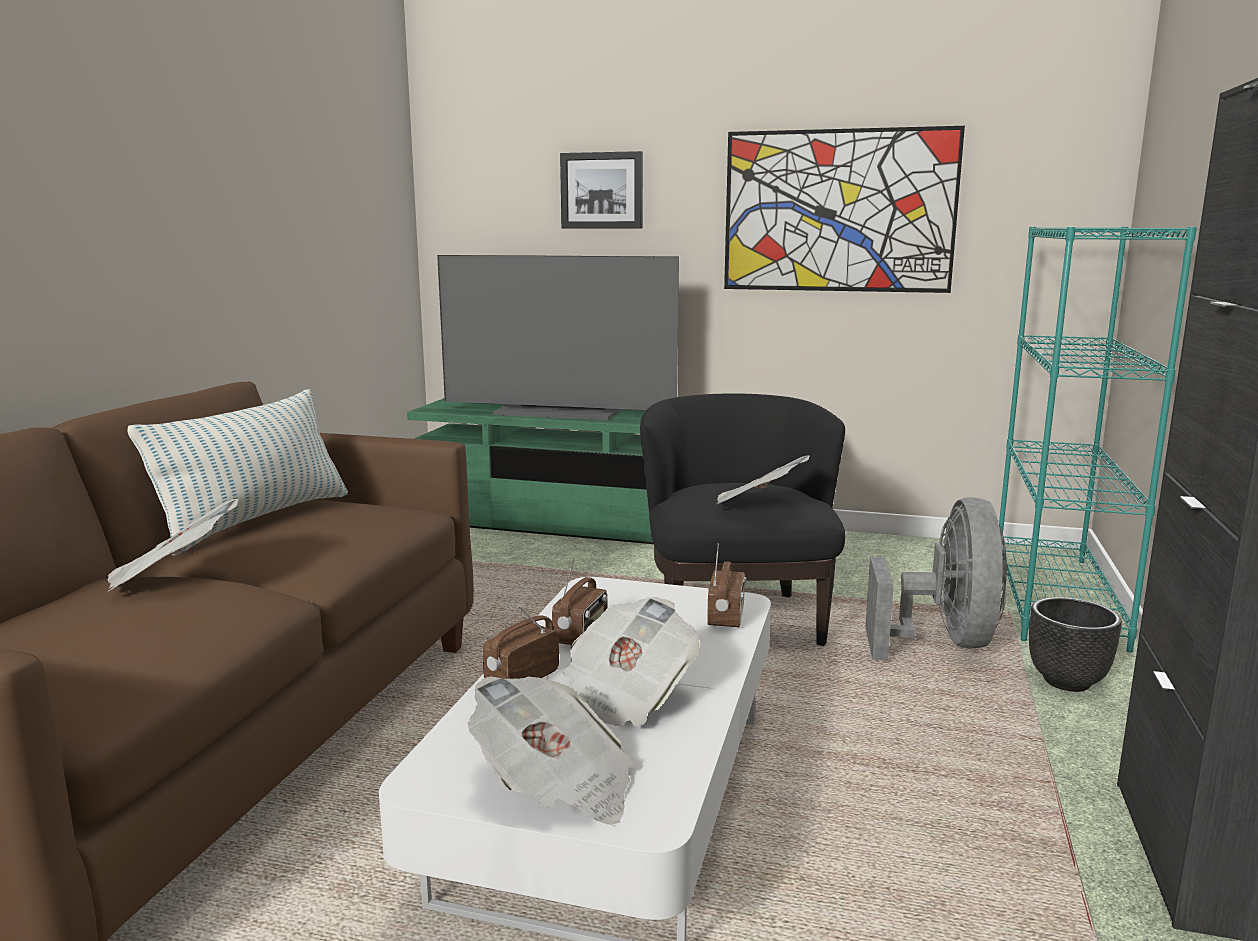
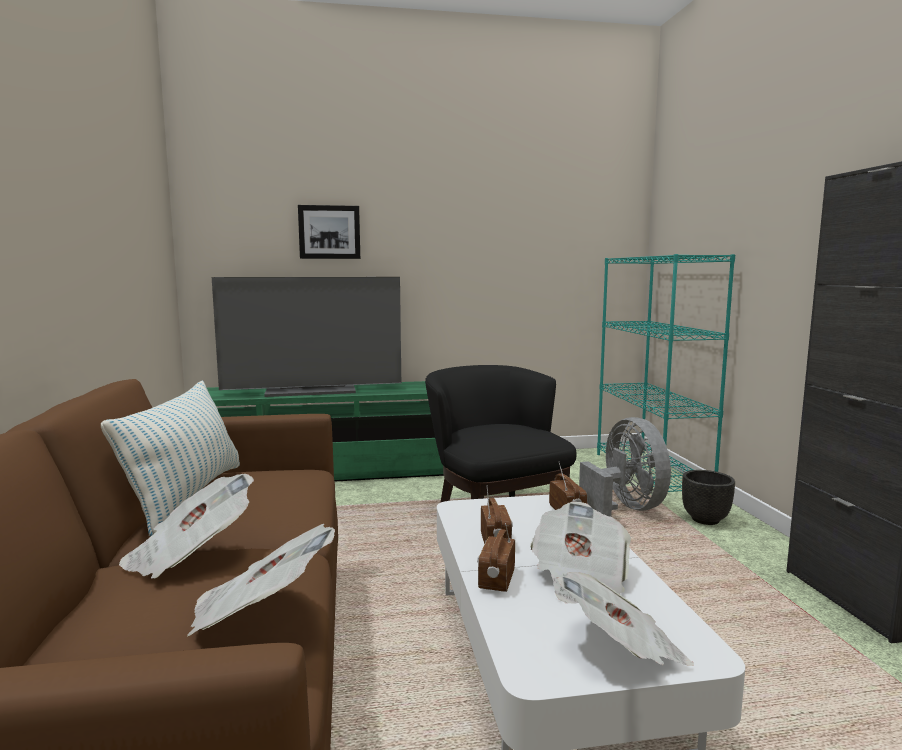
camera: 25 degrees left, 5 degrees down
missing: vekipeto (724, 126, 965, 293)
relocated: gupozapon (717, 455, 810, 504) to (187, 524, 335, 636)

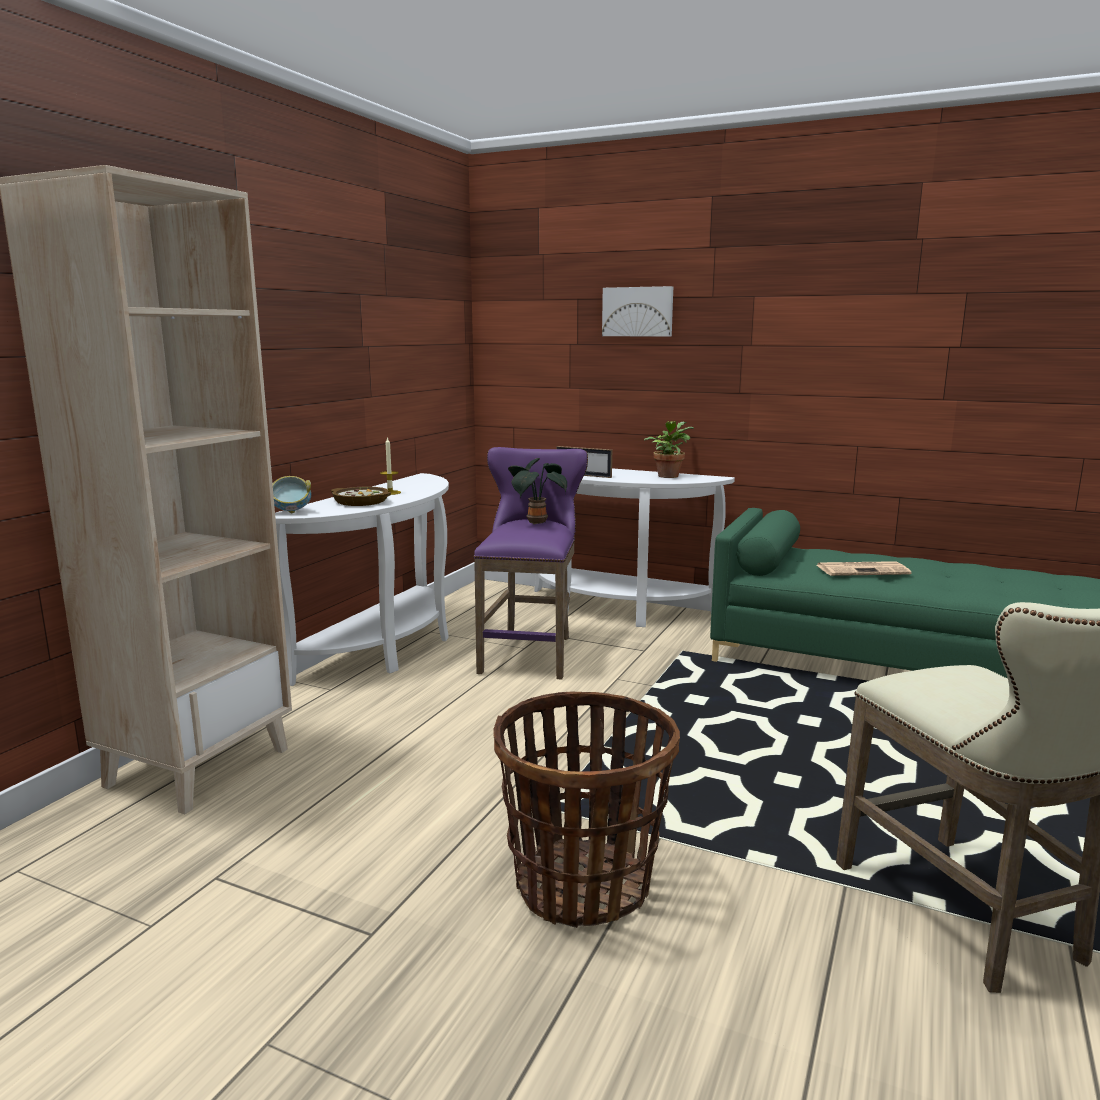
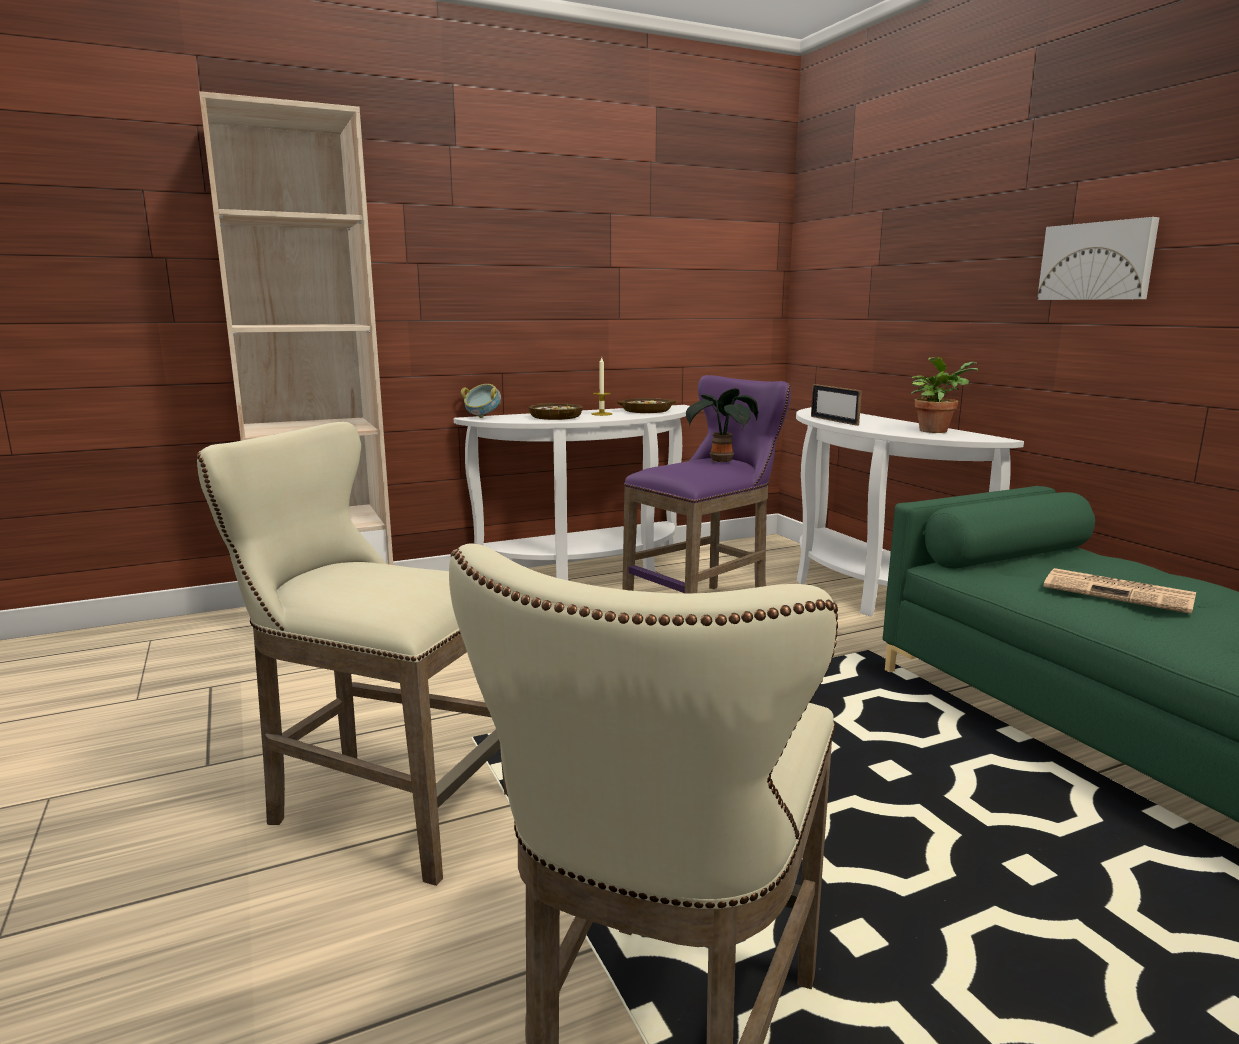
camera: 40 degrees right, 0 degrees up
appeared: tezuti (617, 398, 676, 413)
relocated: vekipeto (602, 286, 673, 337) to (1037, 217, 1160, 300)
exchanged: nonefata (493, 691, 680, 928) to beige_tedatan (197, 422, 507, 886)

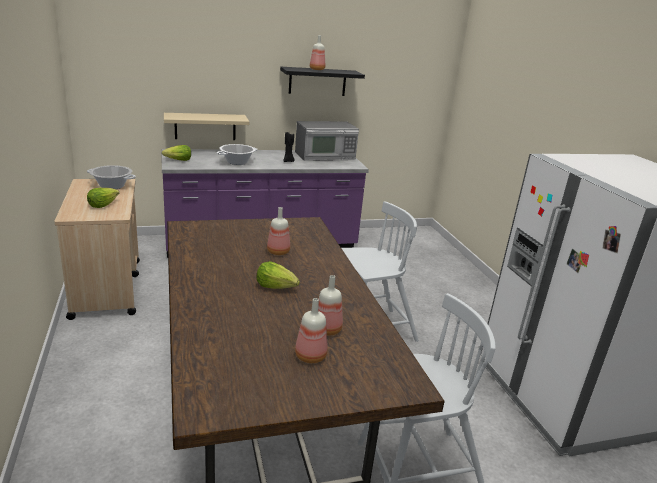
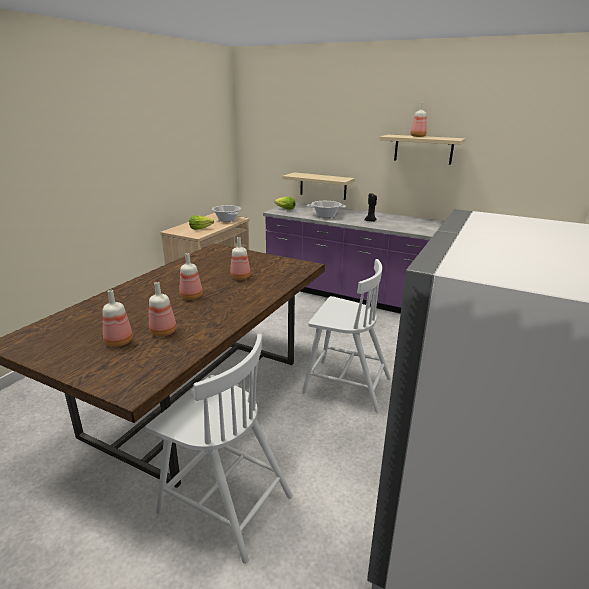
camera: 45 degrees right, 0 degrees up
missing: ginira (295, 121, 359, 161)
exchanged: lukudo (257, 261, 300, 289) to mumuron (179, 253, 203, 300)
colour: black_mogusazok (280, 67, 365, 96) to beige_mogusazok (379, 135, 465, 165)

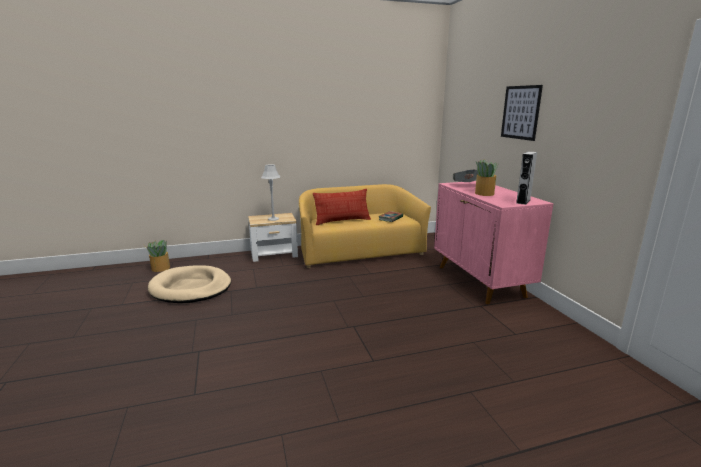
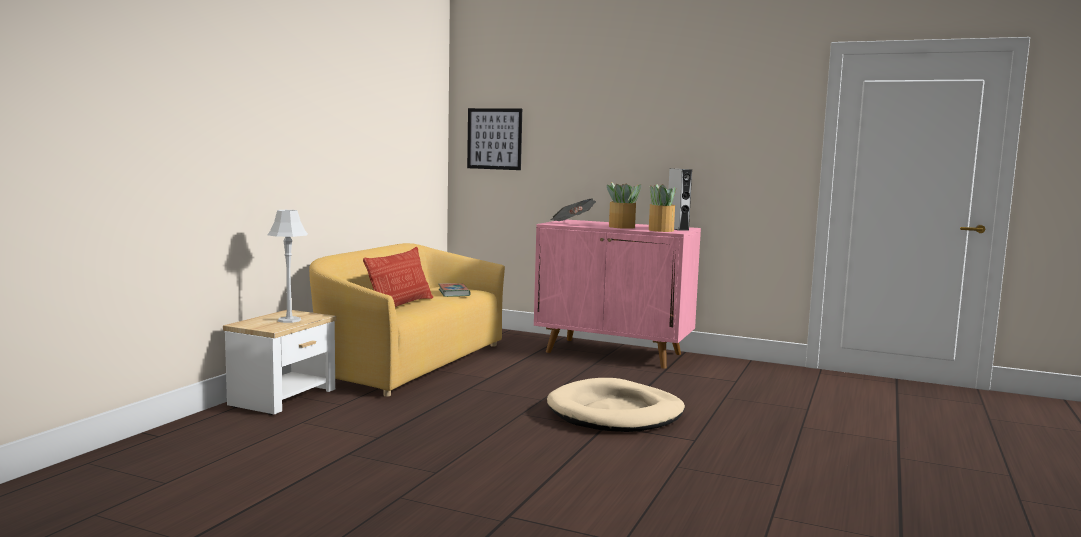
camera: 50 degrees left, 10 degrees down
relocated: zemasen (147, 240, 170, 272) to (649, 184, 676, 232); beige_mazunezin (148, 265, 231, 303) to (547, 378, 685, 432); vekipeto (501, 85, 543, 141) to (467, 108, 522, 170)

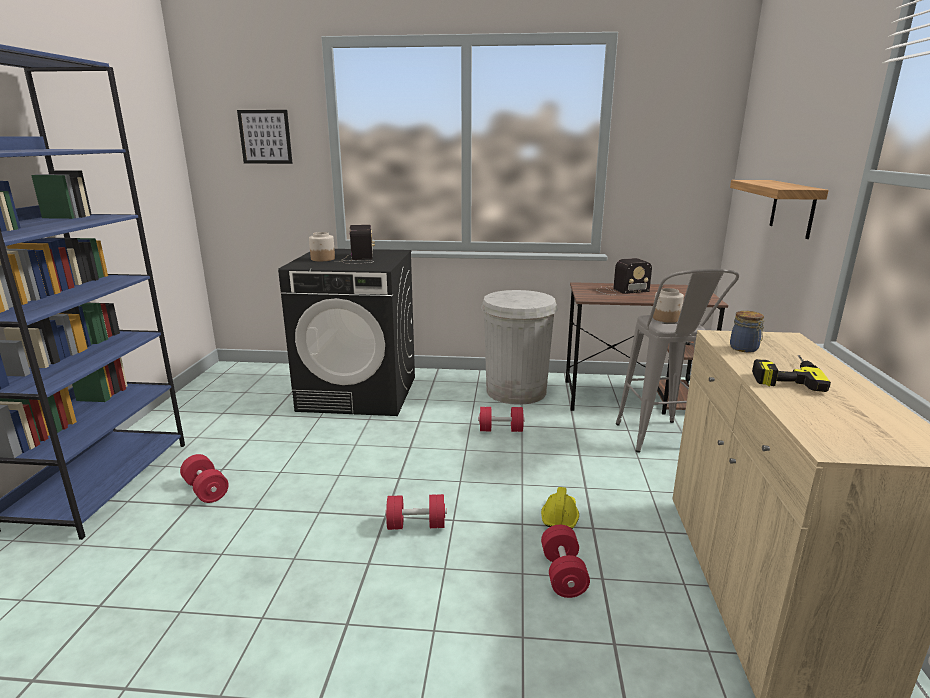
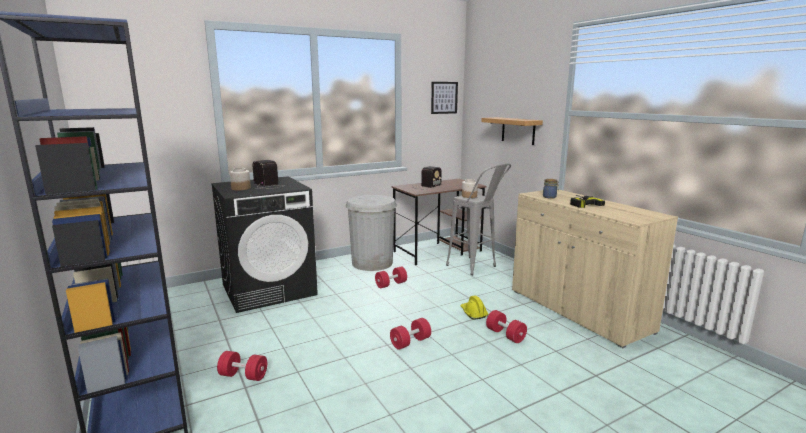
camera: 35 degrees left, 5 degrees down
relocated: vekipeto (237, 110, 293, 164) to (431, 82, 458, 114)

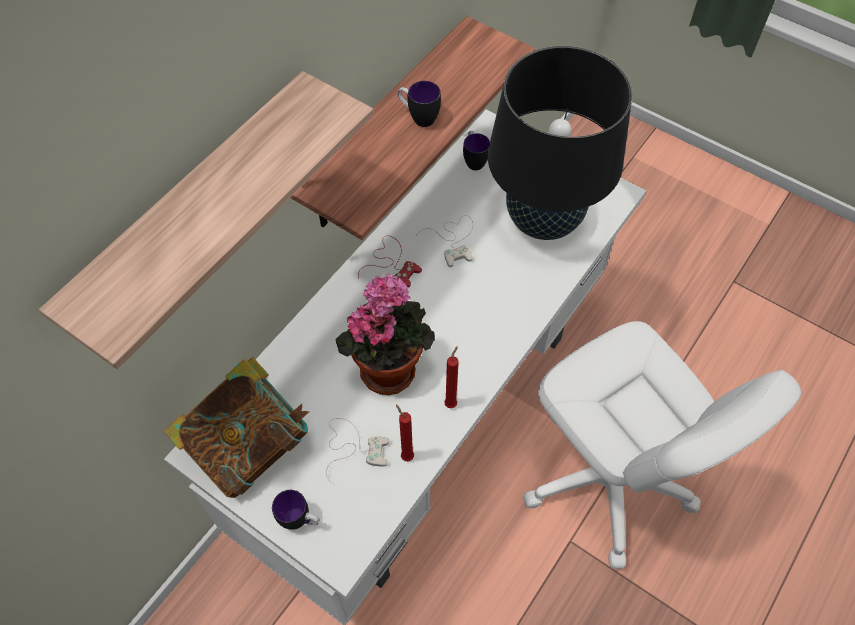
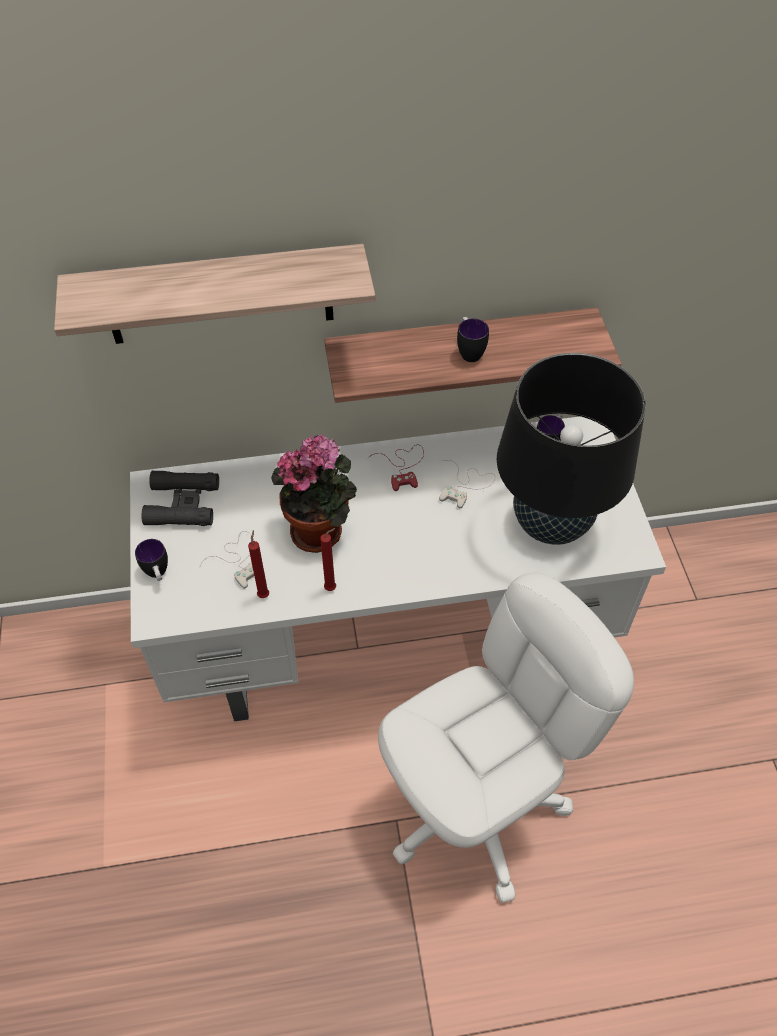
camera: 45 degrees right, 5 degrees down
exchanged: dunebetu (163, 357, 310, 498) to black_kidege (141, 470, 219, 526)
spun: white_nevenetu (523, 321, 801, 569) = (378, 572, 634, 903) 135 degrees counterclockwise

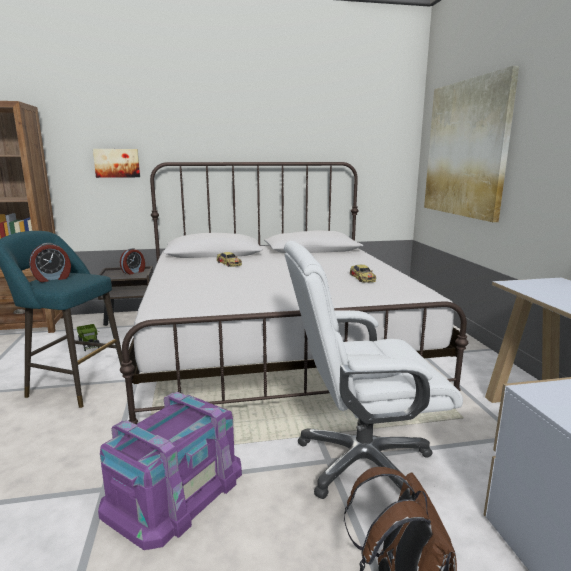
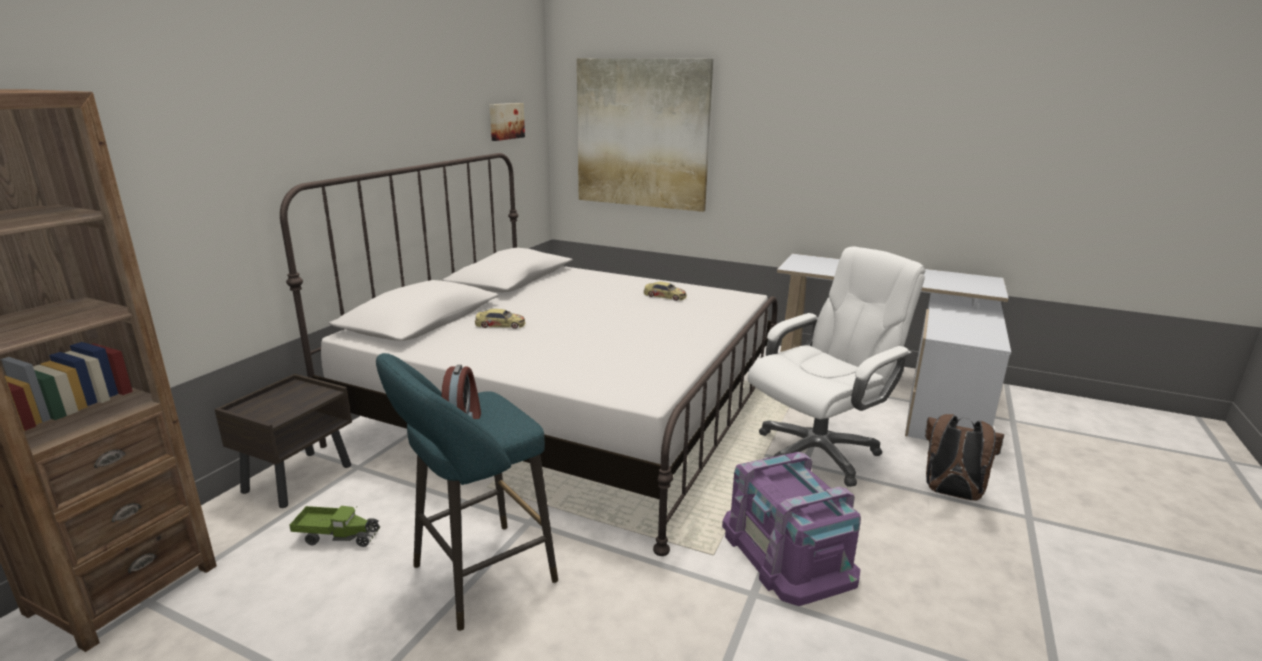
camera: 55 degrees left, 5 degrees up
missing: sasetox (120, 248, 145, 274)
relocated: vekipeto (93, 149, 140, 178) to (489, 103, 525, 141)
spun: white_nevenetu (284, 241, 463, 499) = (748, 246, 925, 487) 150 degrees counterclockwise

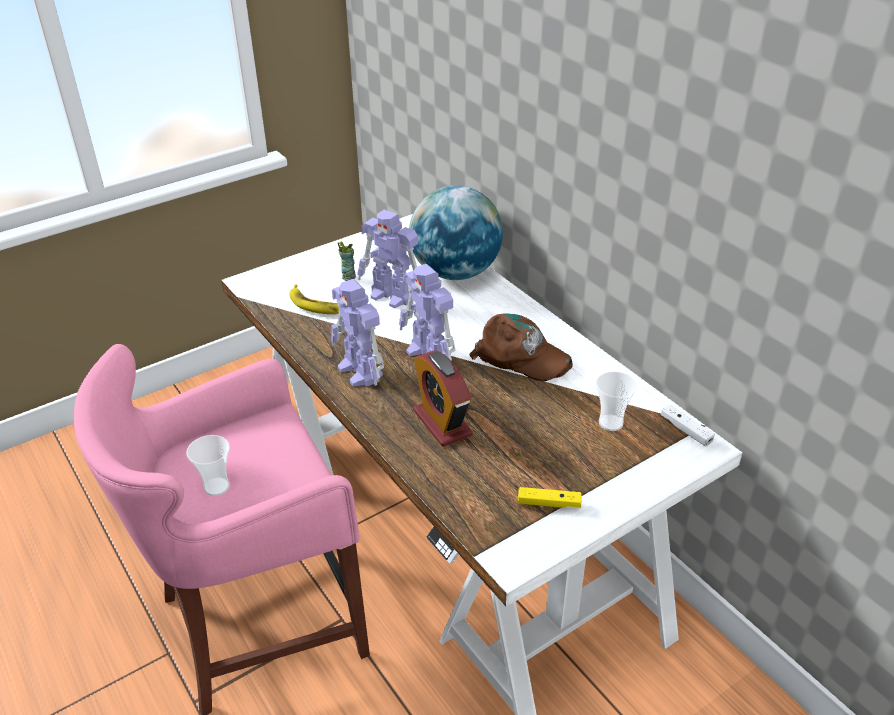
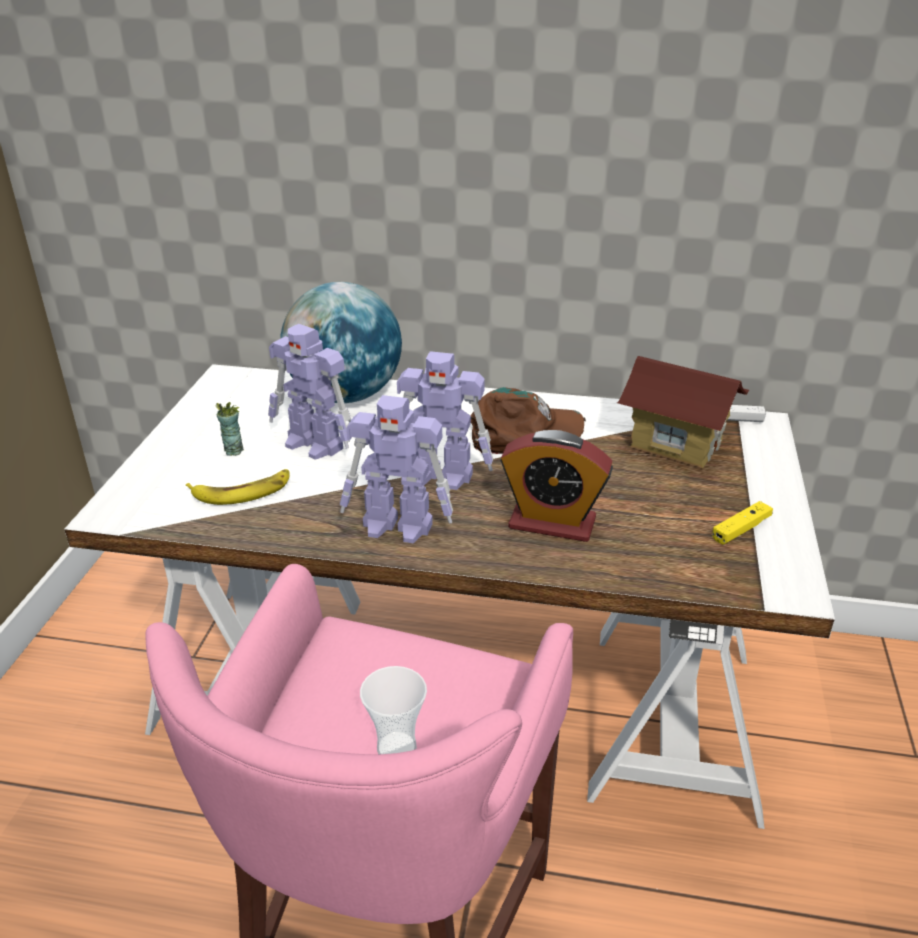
camera: 45 degrees left, 5 degrees down
exchanged: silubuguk (596, 371, 637, 431) to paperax (617, 356, 749, 469)
spun: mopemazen (357, 210, 418, 308) = (268, 324, 351, 460) 45 degrees clockwise

